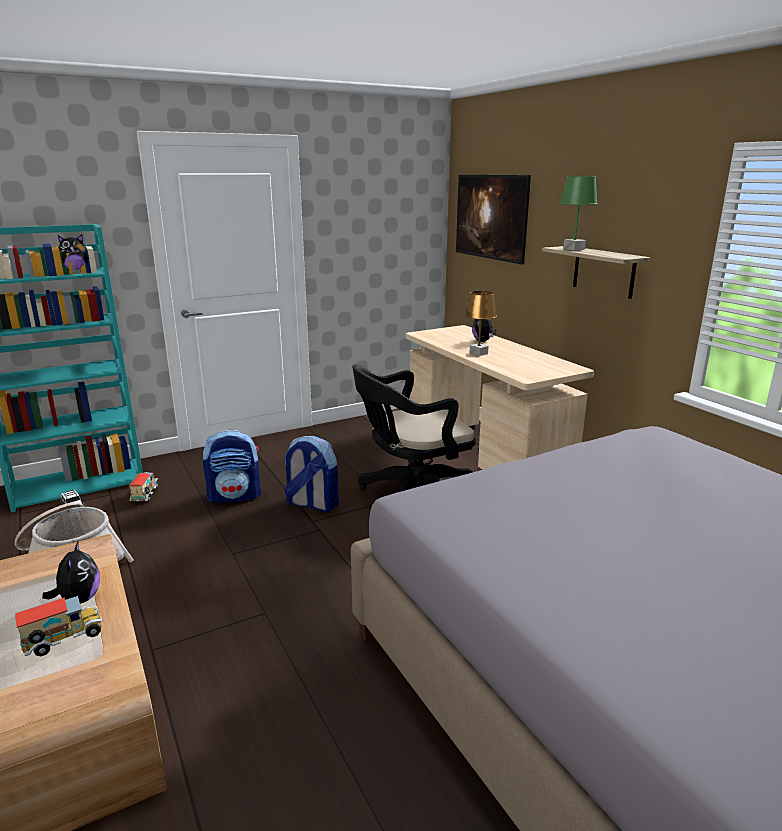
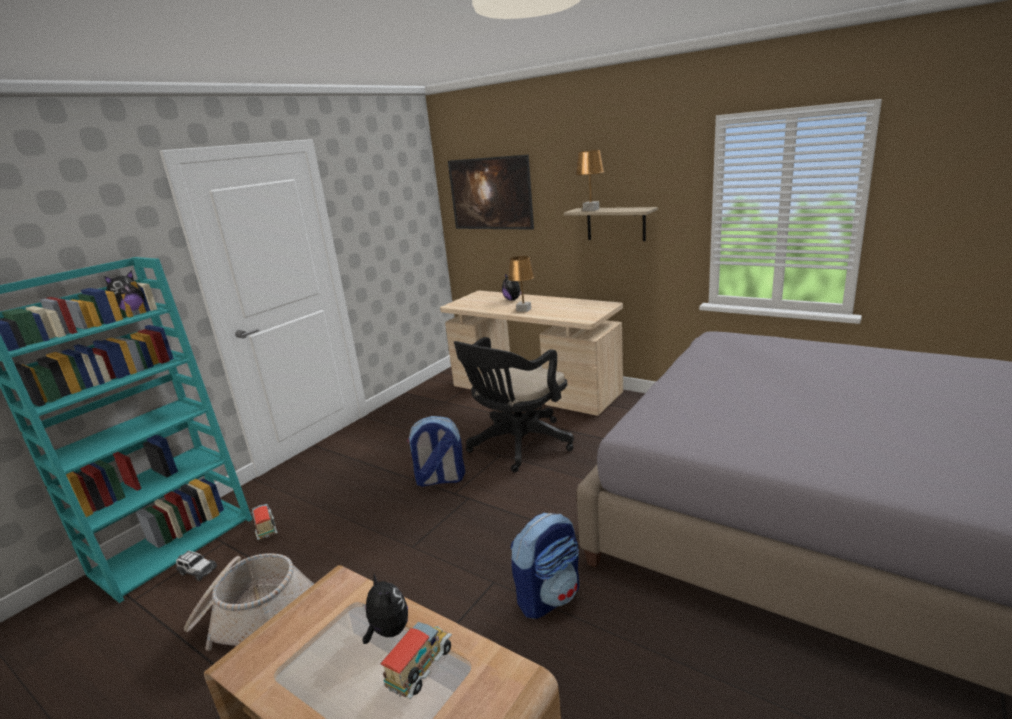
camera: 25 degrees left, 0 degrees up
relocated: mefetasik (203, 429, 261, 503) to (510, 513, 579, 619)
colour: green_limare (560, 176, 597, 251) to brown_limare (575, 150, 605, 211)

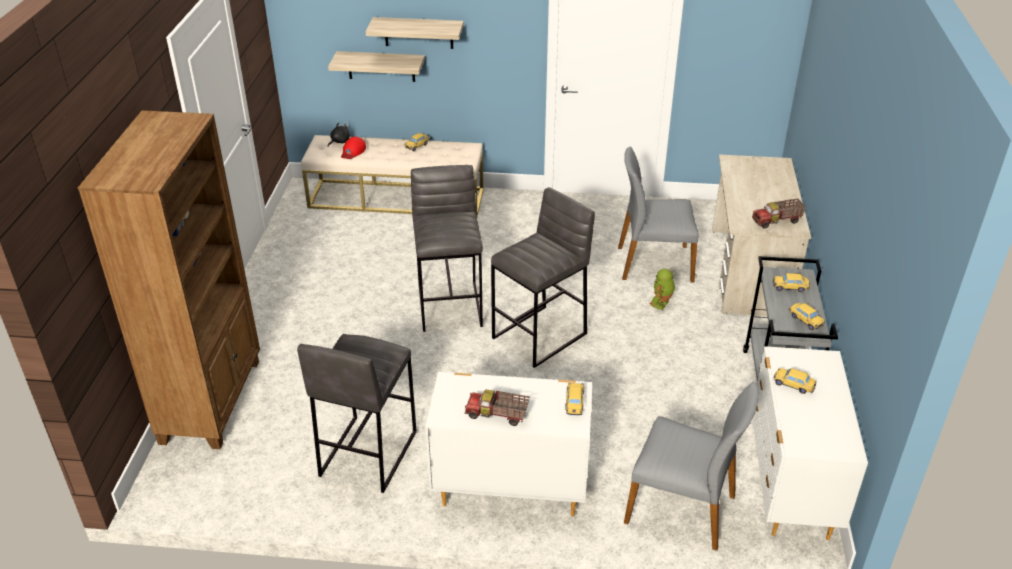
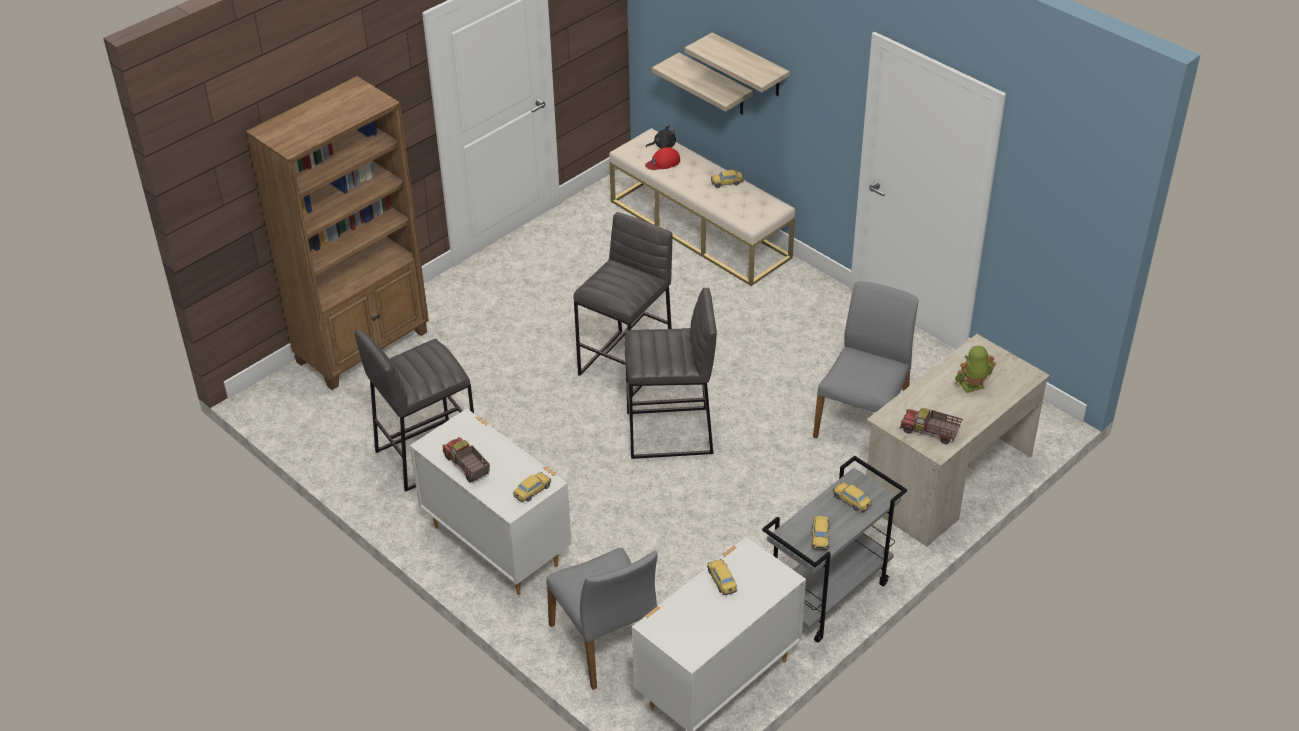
camera: 40 degrees right, 5 degrees up
relocated: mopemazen (649, 269, 675, 310) to (955, 346, 996, 393)
spun: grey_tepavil (618, 146, 698, 282) = (813, 281, 918, 439) 75 degrees clockwise

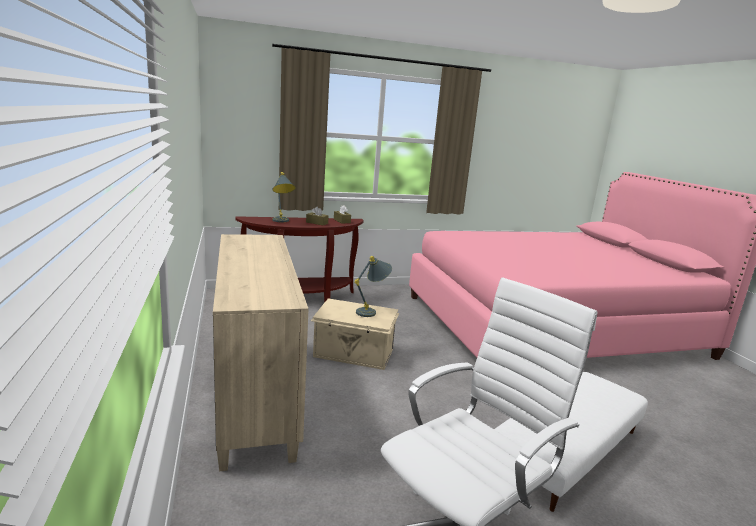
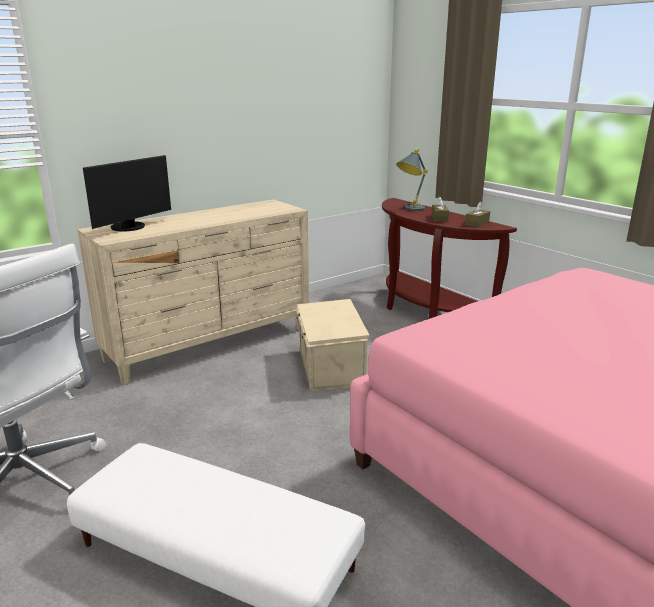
camera: 70 degrees right, 5 degrees up
missing: grey_limare (354, 256, 392, 317)
appeared: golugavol (83, 155, 171, 232)

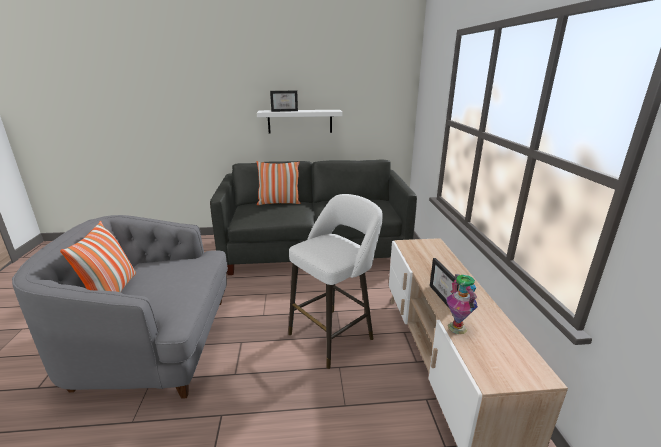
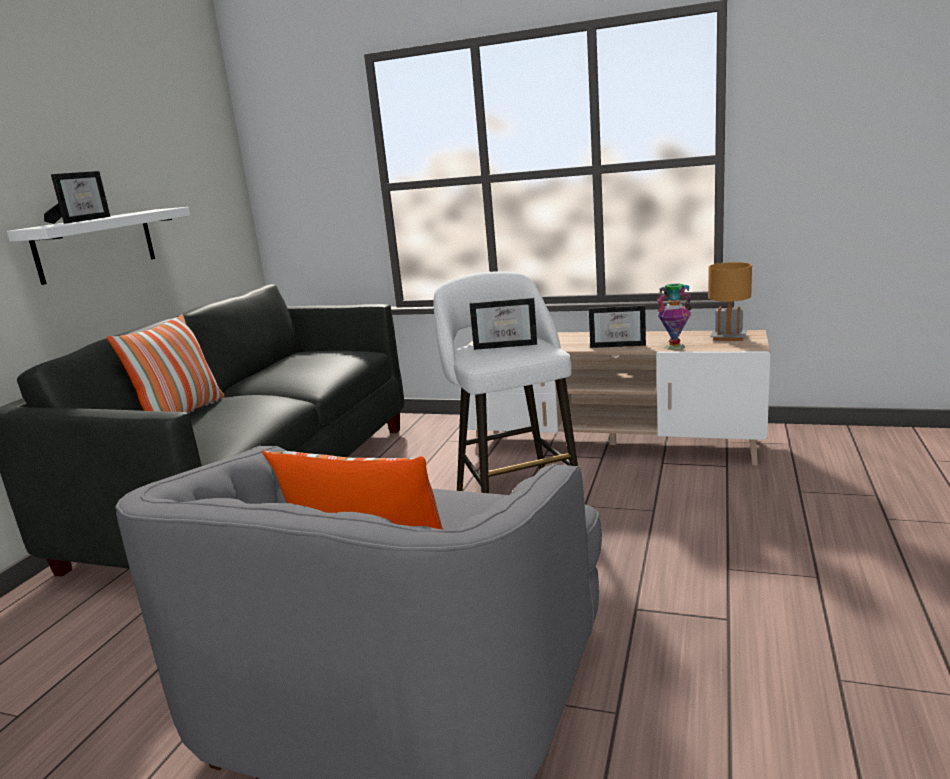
camera: 65 degrees left, 5 degrees down
appeared: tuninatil (469, 298, 537, 350); brown_limare (708, 262, 752, 341)

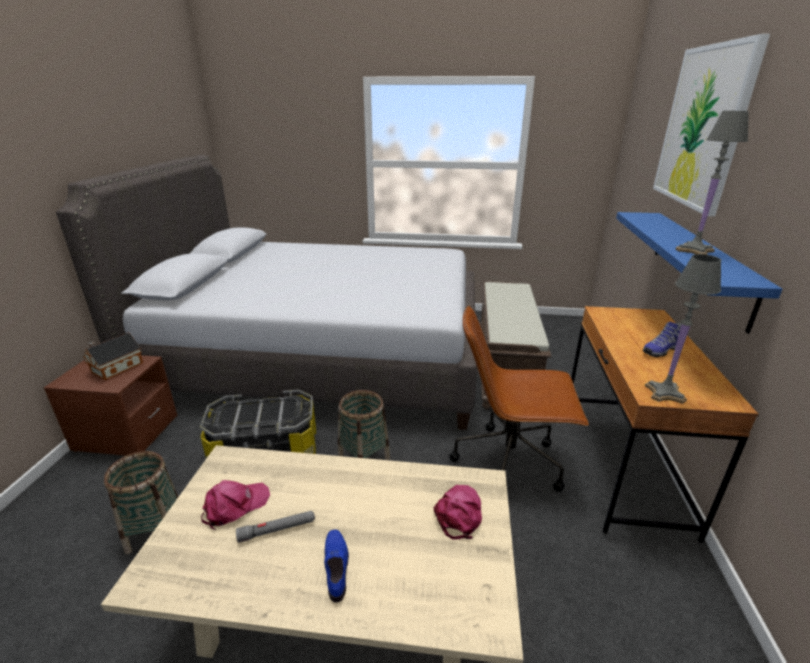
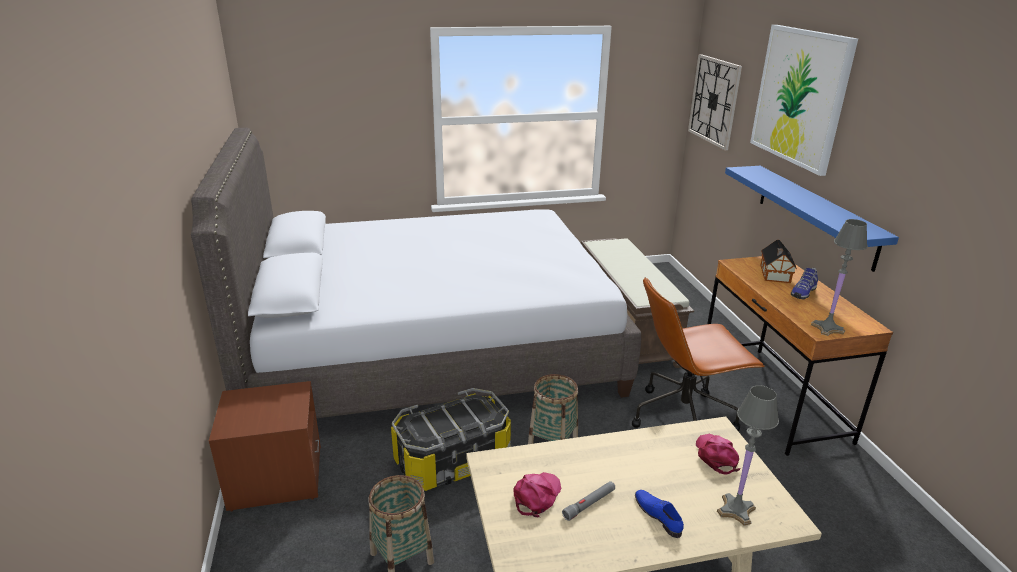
camera: 20 degrees left, 0 degrees up
appeared: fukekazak (688, 54, 742, 150)
relocated: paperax (83, 333, 143, 380) to (760, 240, 797, 283); grey_limare (675, 111, 749, 255) to (717, 385, 779, 526)

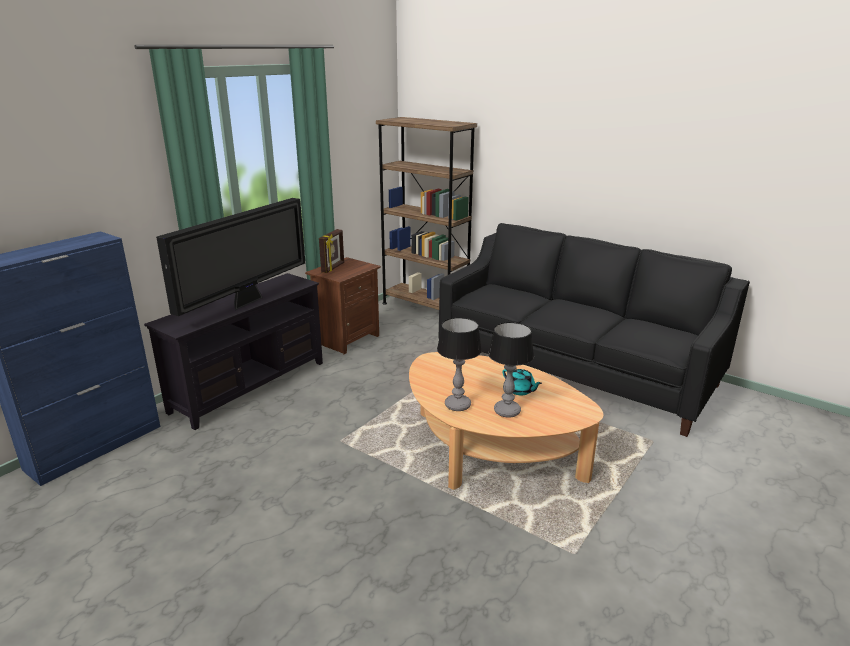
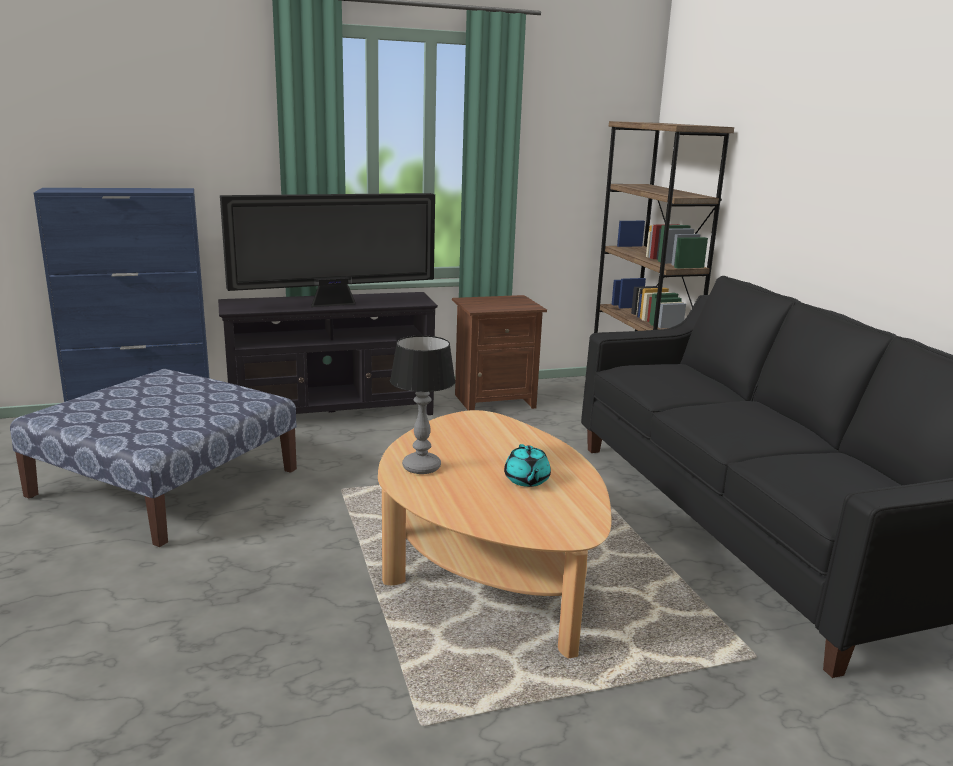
camera: 35 degrees right, 5 degrees down
missing: tuninatil (319, 229, 344, 273); limare (488, 322, 534, 418)
appeared: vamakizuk (10, 369, 297, 547)

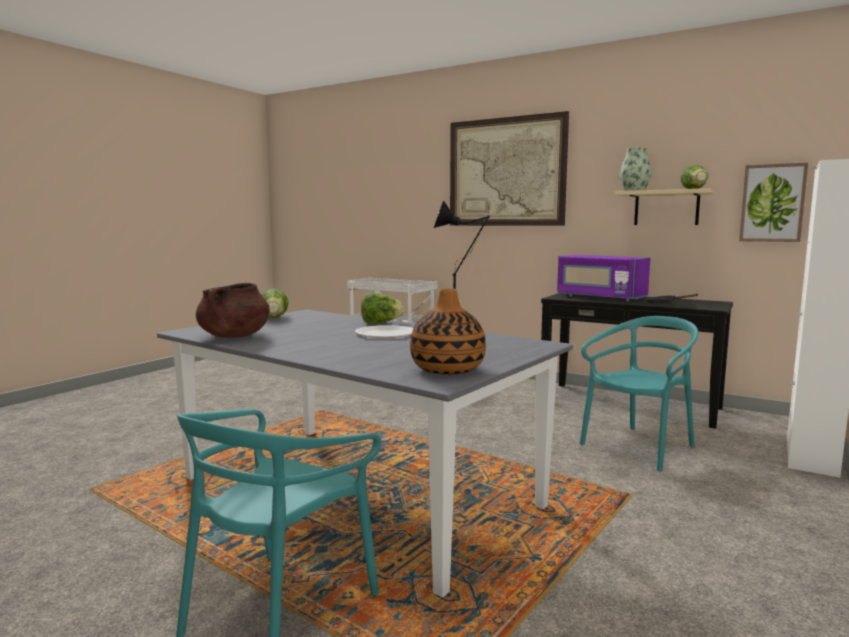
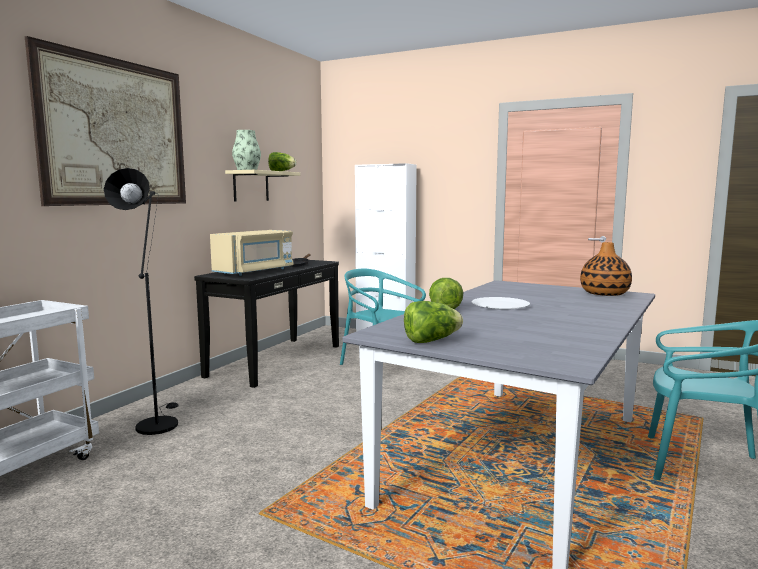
camera: 95 degrees left, 0 degrees up
missing: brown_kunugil (196, 282, 270, 338); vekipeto (739, 163, 808, 242)
colour: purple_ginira (557, 255, 650, 302) to beige_ginira (210, 230, 294, 276)

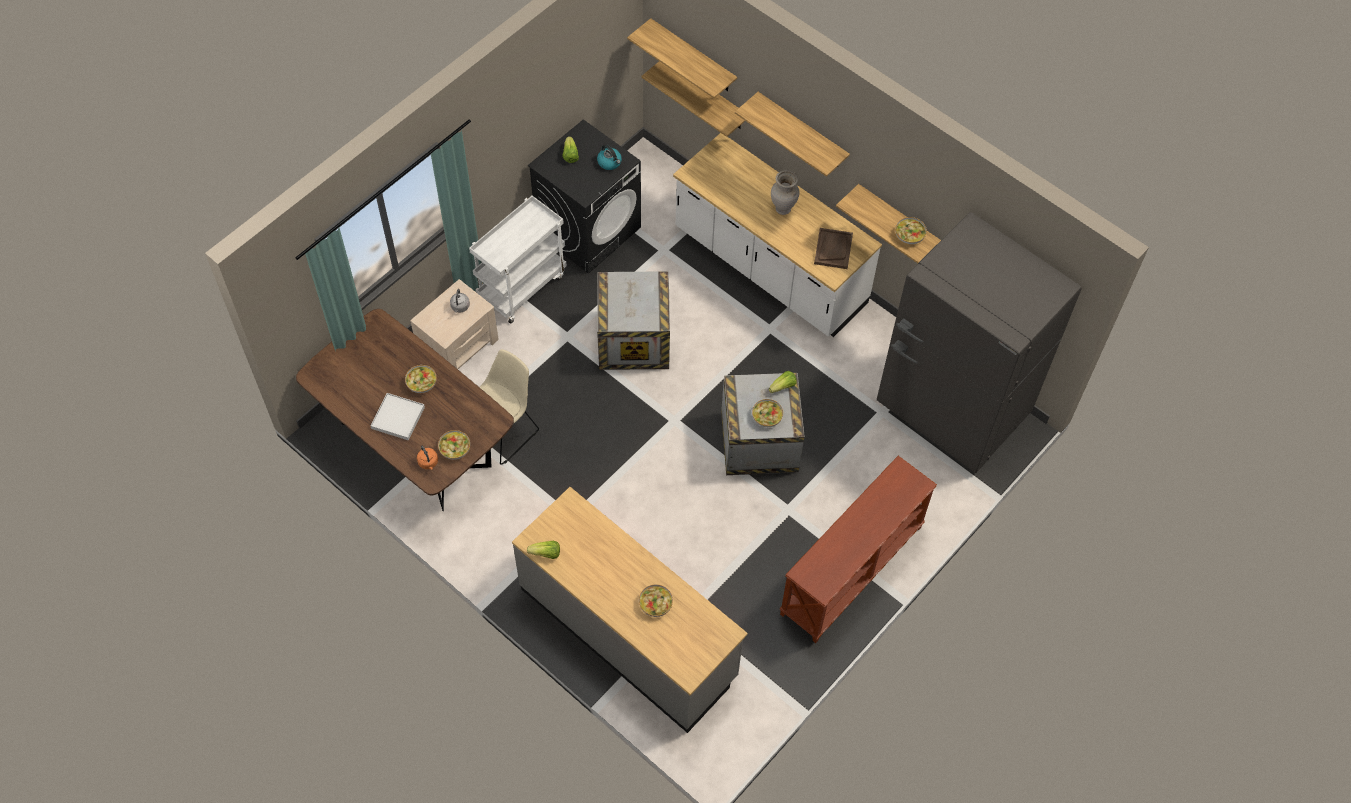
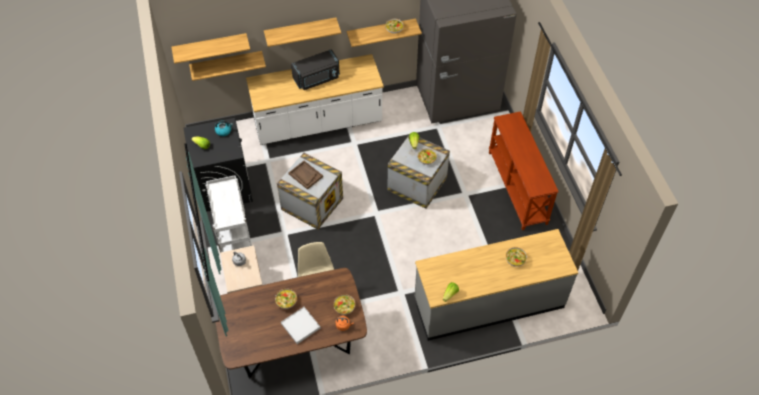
camera: 55 degrees left, 5 degrees down
relocated: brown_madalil (814, 228, 853, 269) to (288, 161, 323, 190)
exchanged: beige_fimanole (771, 170, 799, 215) to black_ginira (291, 49, 340, 90)

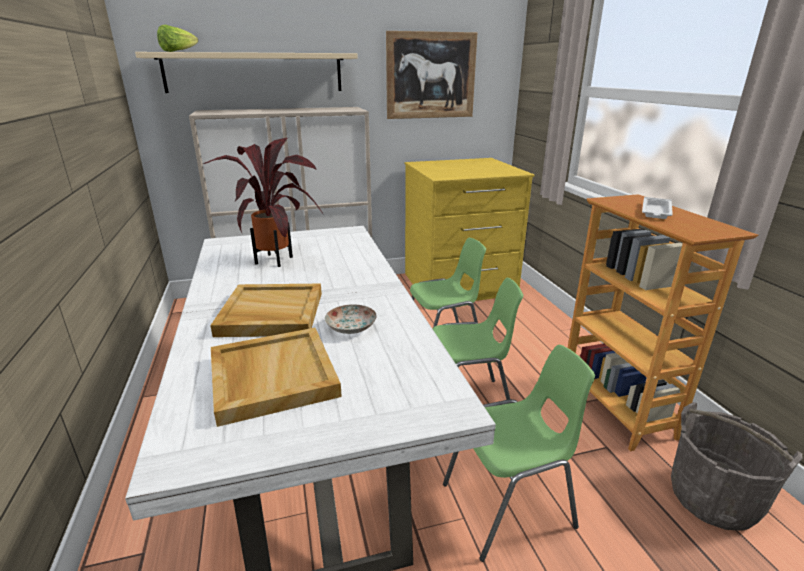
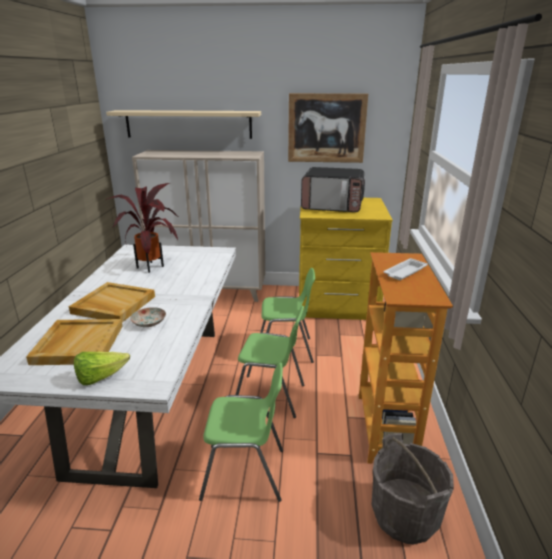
camera: 20 degrees right, 0 degrees up
appeared: ginira (301, 167, 365, 212)
relocated: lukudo (157, 25, 198, 52) to (74, 352, 130, 385)

